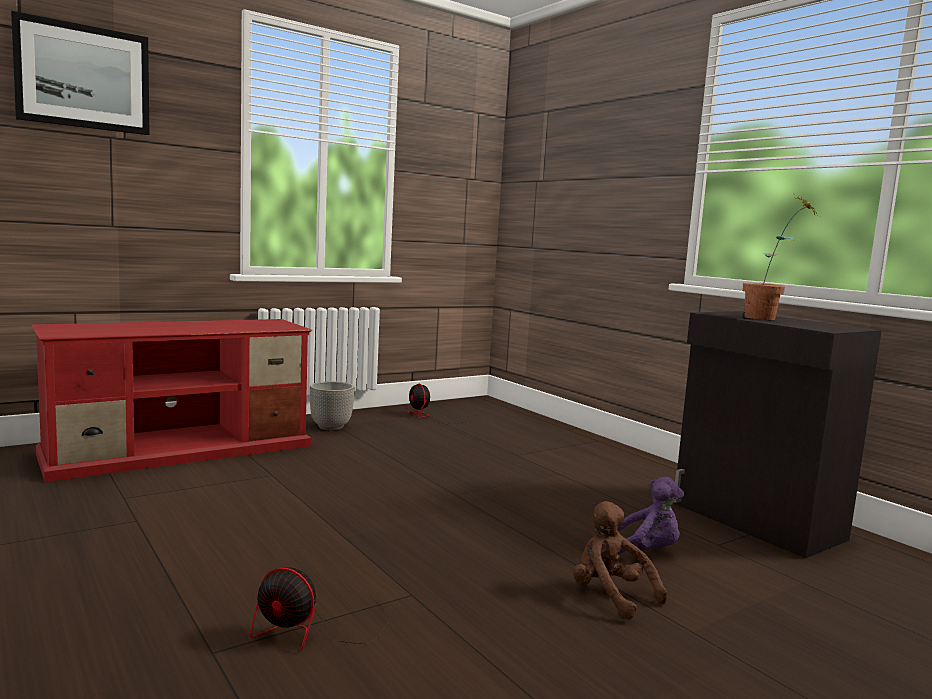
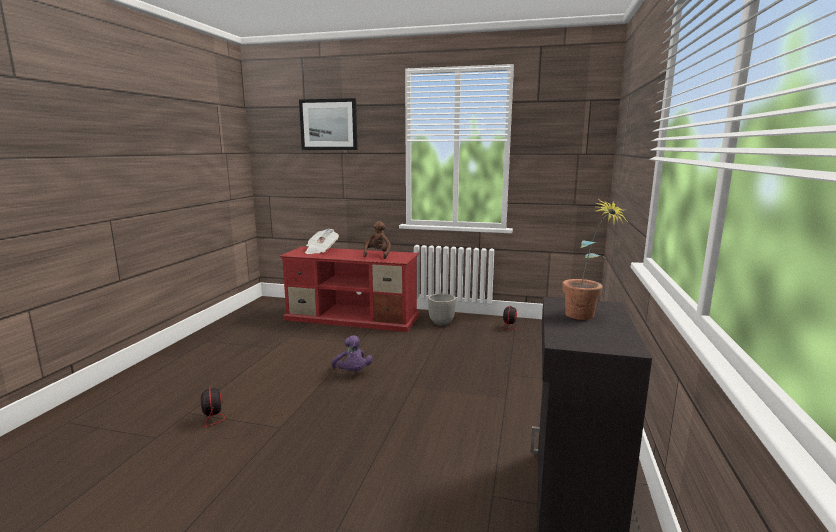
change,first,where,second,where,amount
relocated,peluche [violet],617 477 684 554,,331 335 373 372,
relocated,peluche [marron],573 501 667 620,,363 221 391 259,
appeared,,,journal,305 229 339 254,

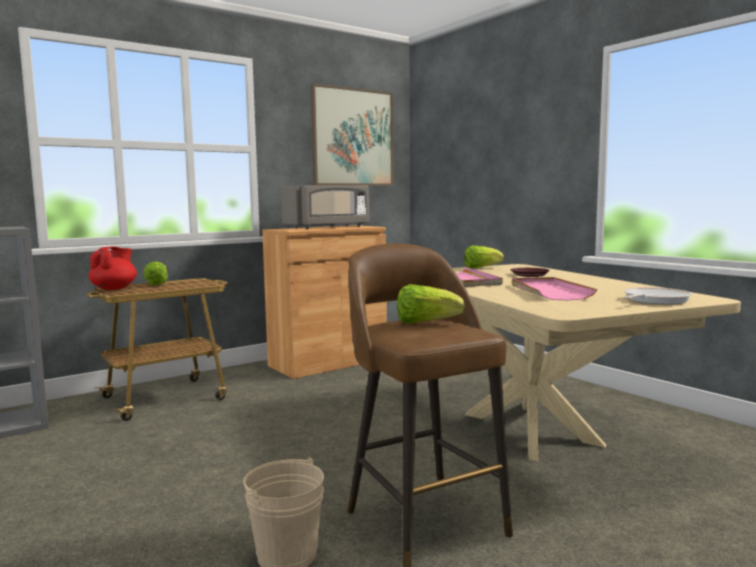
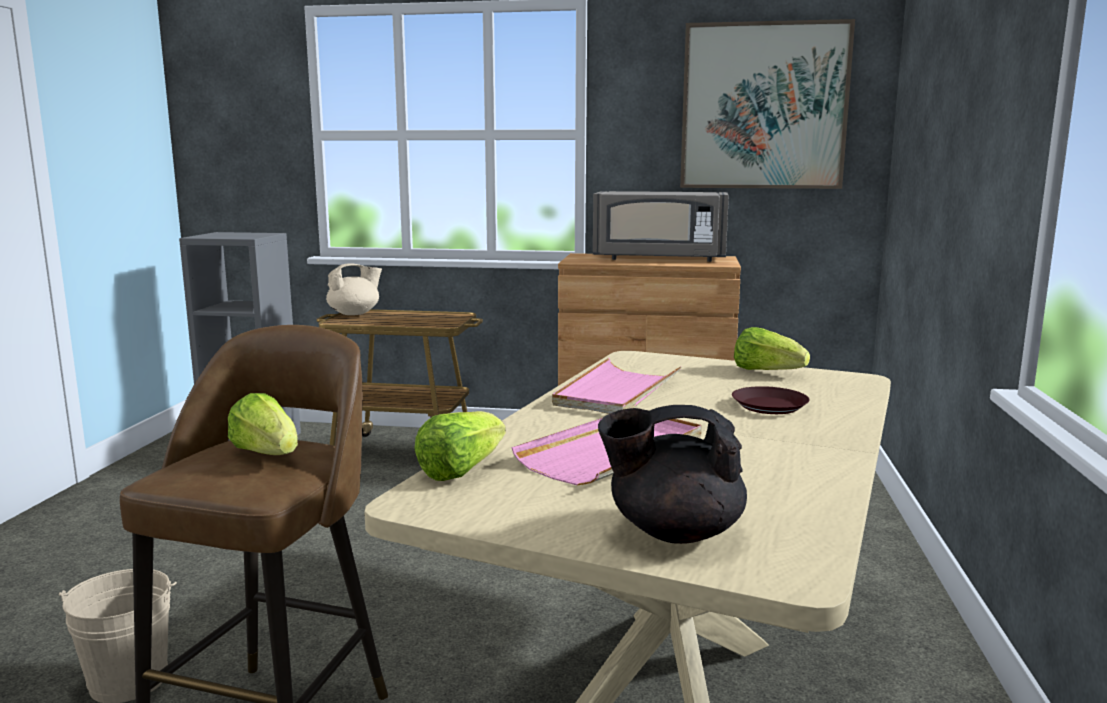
change,first,where,second,where,amount
colour,théière [rouge],89 247 137 290,théière [beige],326 263 382 315,
relocated,laitue,143 261 168 285,,414 411 506 481,
exchanged,poêle,624 287 693 305,théière [noir],598 405 747 544,

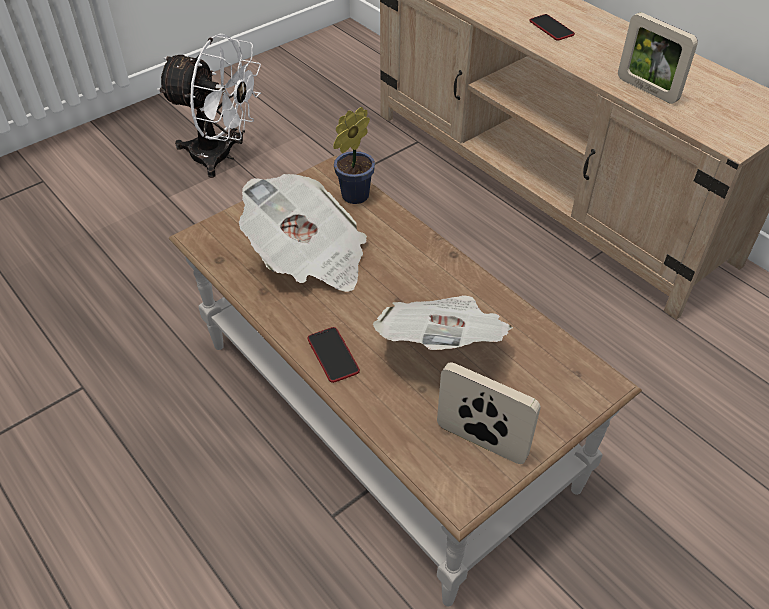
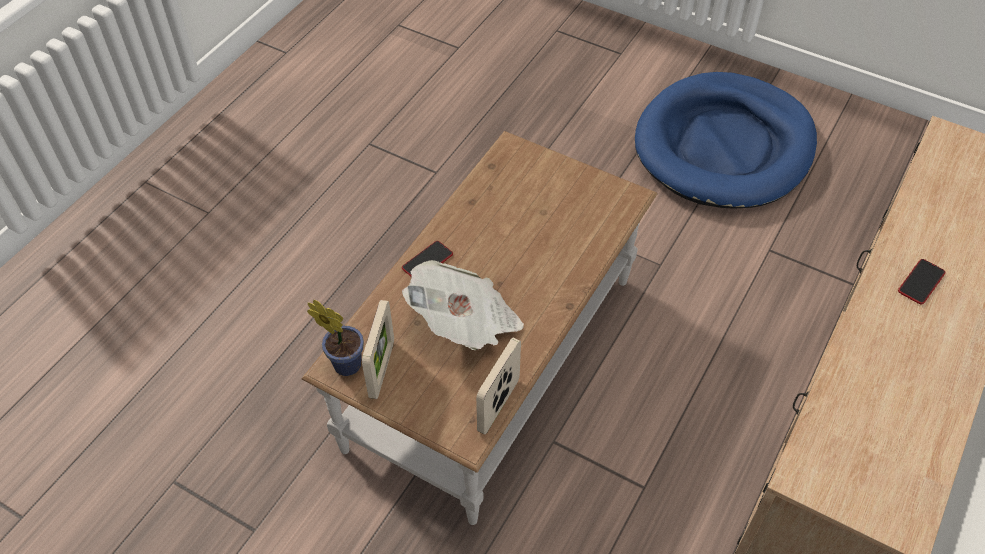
change,first,where,second,where,amount
relocated,cadre photo,618 12 698 104,,476 338 521 434,
exchanged,ventilateur [blanc],157 34 261 178,panier pour chien [bleu],635 72 817 209,
relocated,plante en pot,333 107 375 204,,307 300 364 376,
missing,journal,239 174 367 292,,,

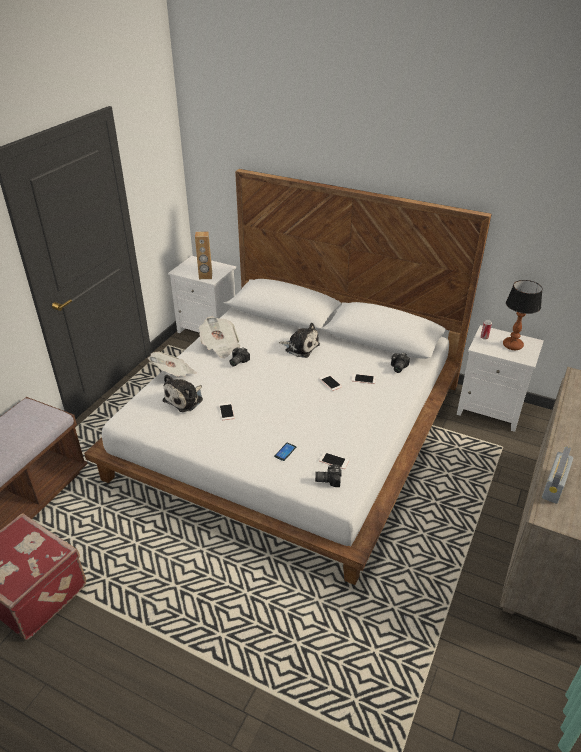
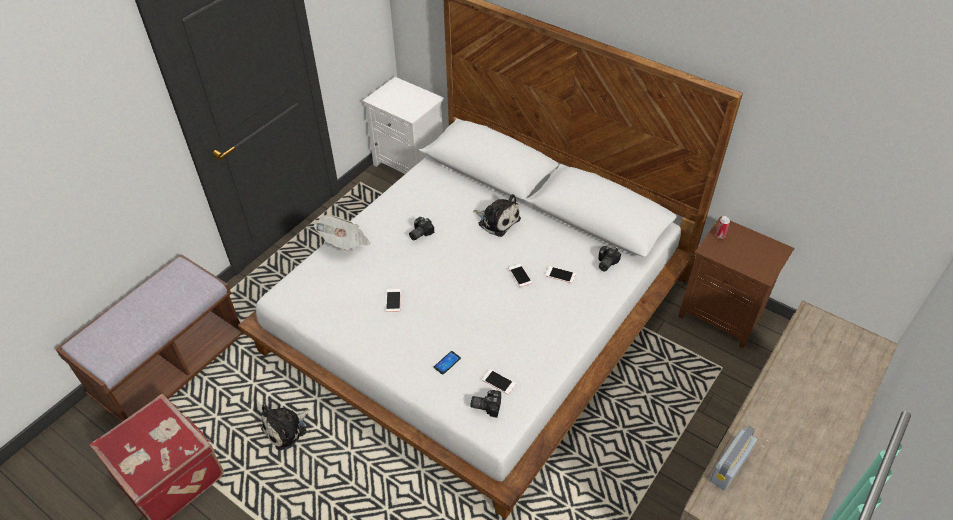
change,first,where,second,where,amount
missing,enceinte [marron],195 231 212 279,,,
missing,lampe de table,503 280 543 350,,,
missing,journal,199 316 240 358,,,
colour,table de chevet [blanc],456 325 544 432,table de chevet [marron],678 216 794 349,
relocated,peluche,163 374 203 412,,261 405 310 450,

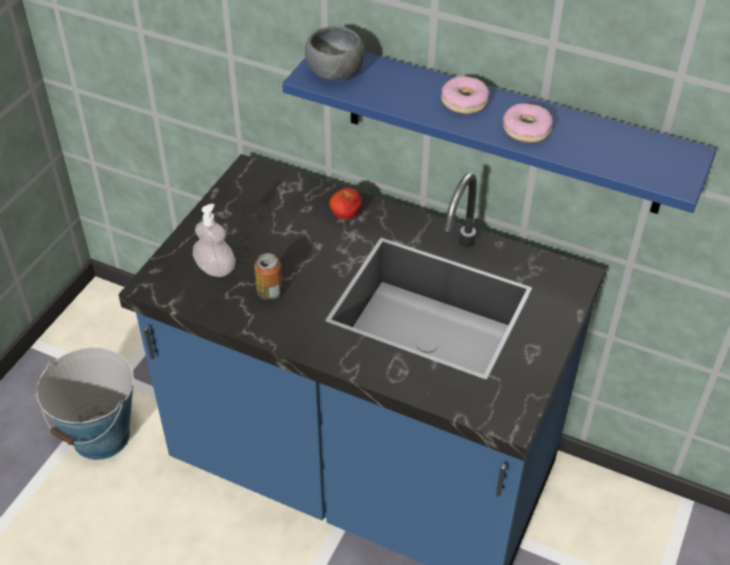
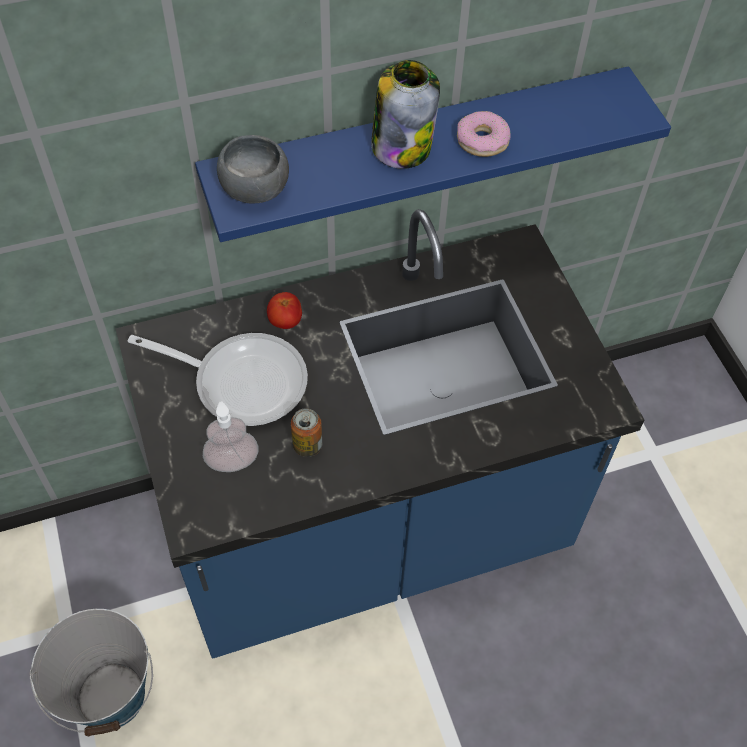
change,first,where,second,where,amount
exchanged,beignet,441 76 489 114,bocal,371 60 440 169,
appeared,,,poêle,128 333 308 426,

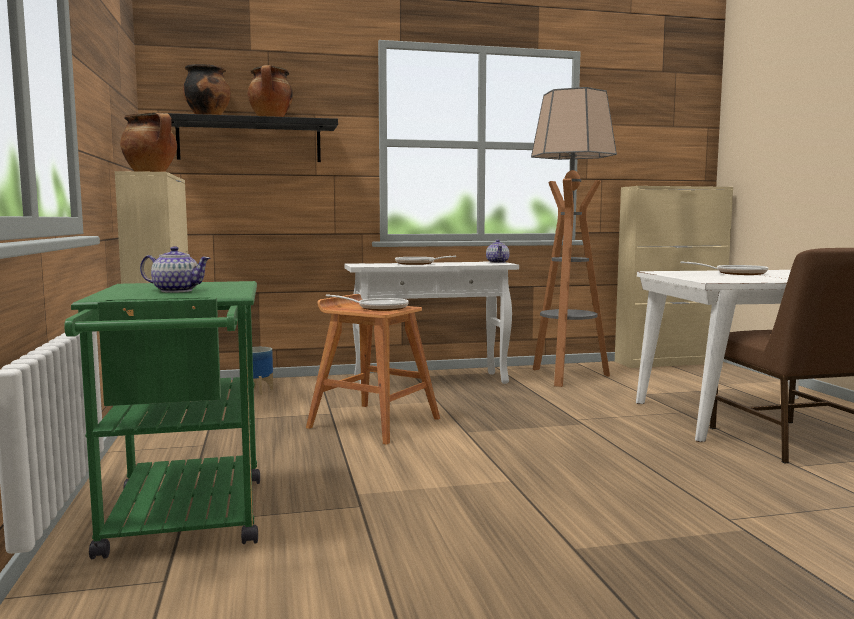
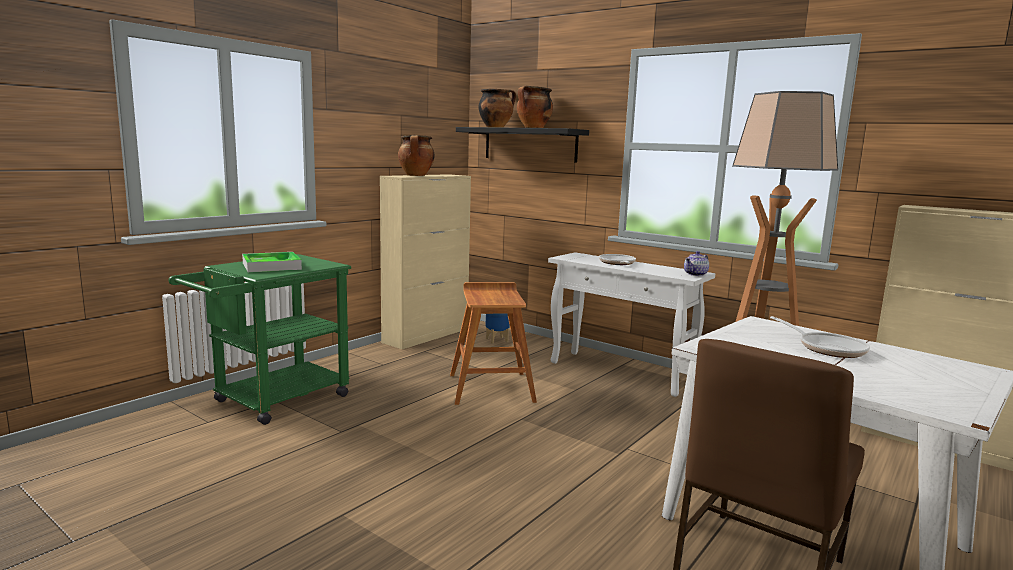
change,first,where,second,where,amount
exchanged,théière,140 246 210 293,plateau,242 252 302 273,
missing,poêle,326 294 409 311,,,

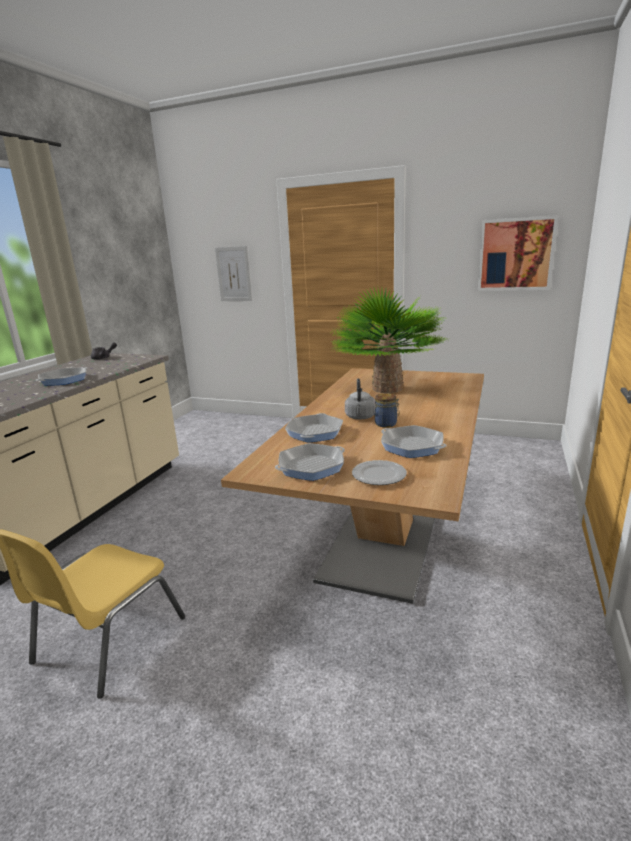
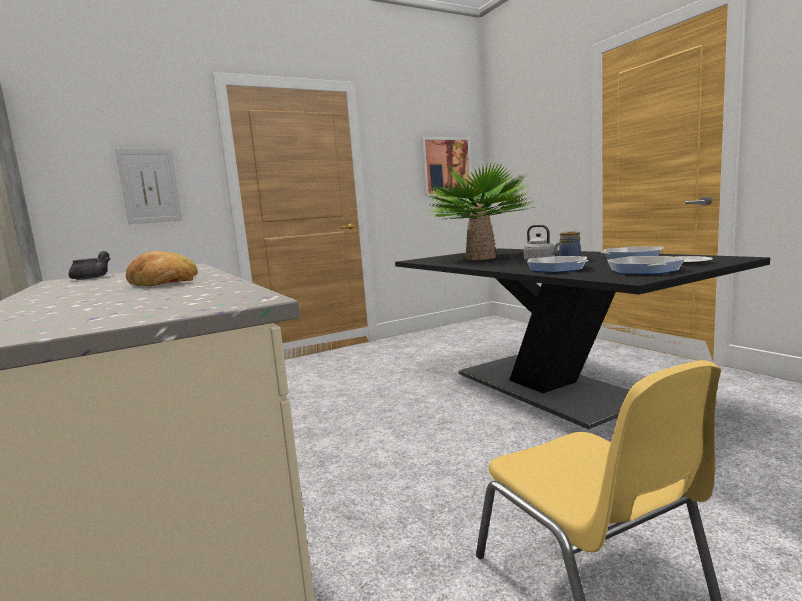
change,first,where,second,where,amount
exchanged,poêle,36 367 88 386,pain,126 251 198 286,
colour,table à manger [beige],221 368 484 604,table à manger [noir],395 248 770 429,

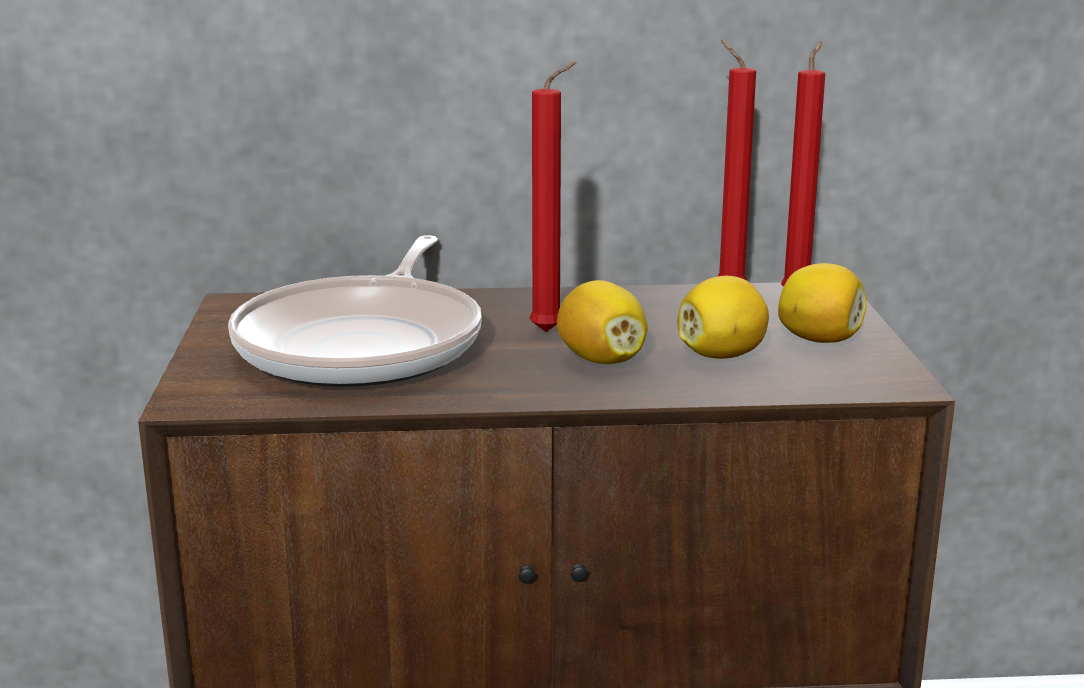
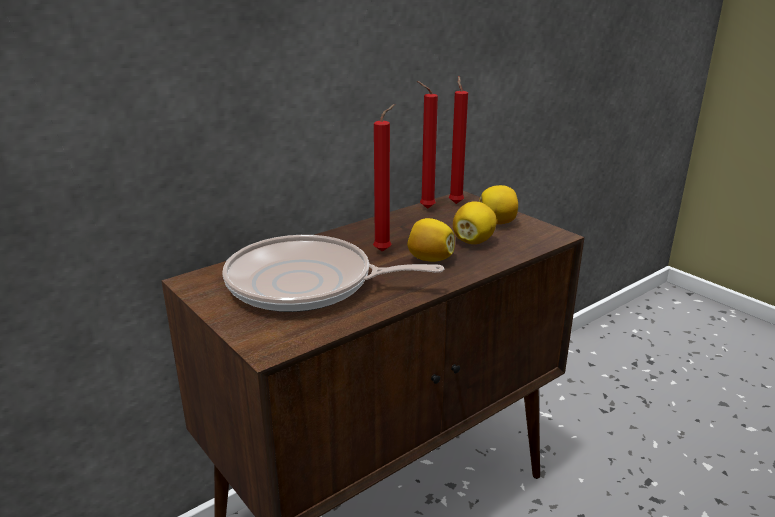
change,first,where,second,where,amount
spun,poêle,228 235 482 387,,222 235 444 312,120 degrees clockwise

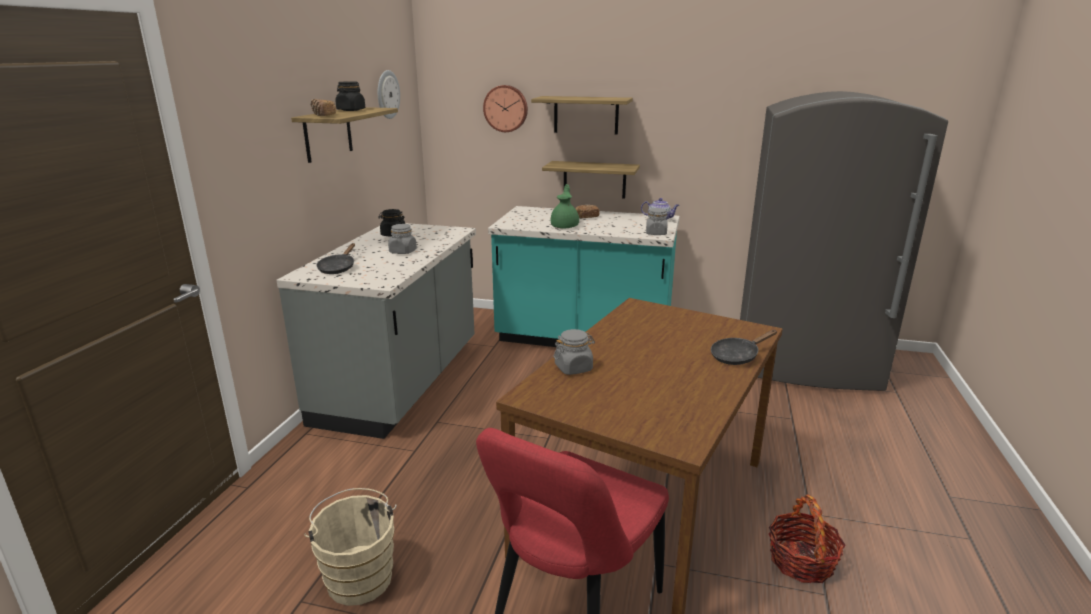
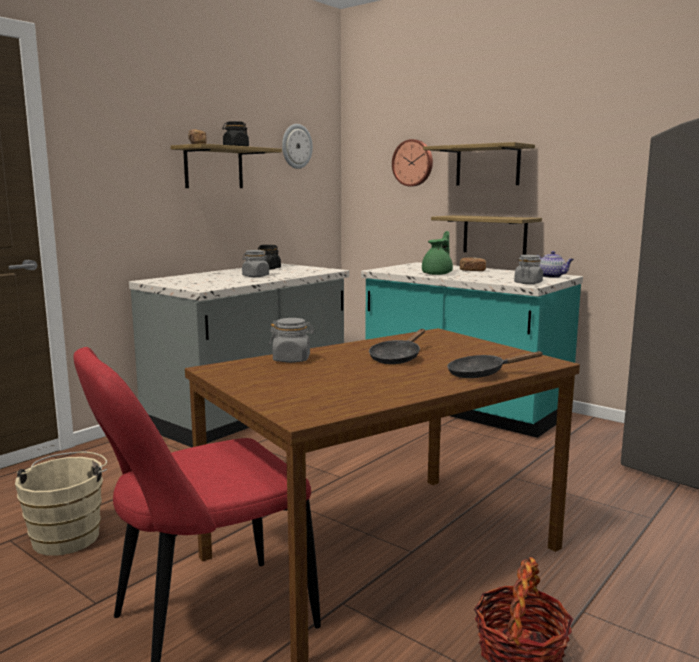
change,first,where,second,where,amount
relocated,poêle [noir],316 243 355 274,,369 329 425 364,

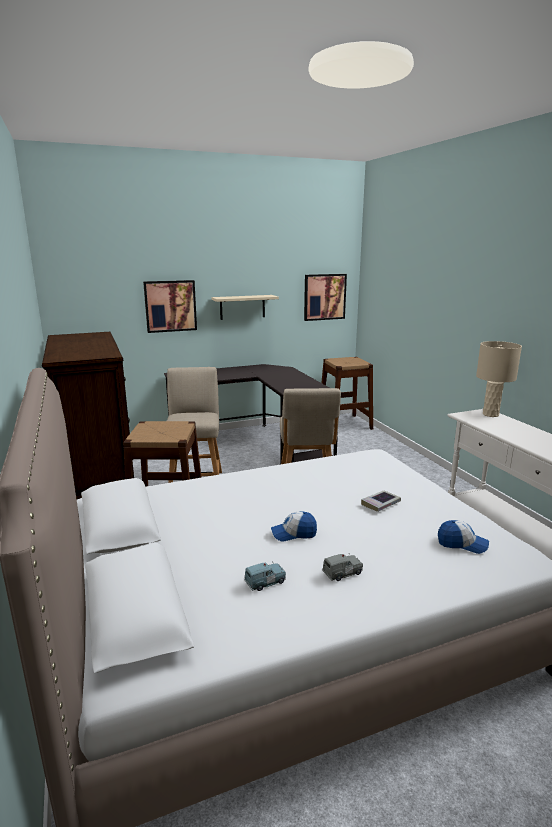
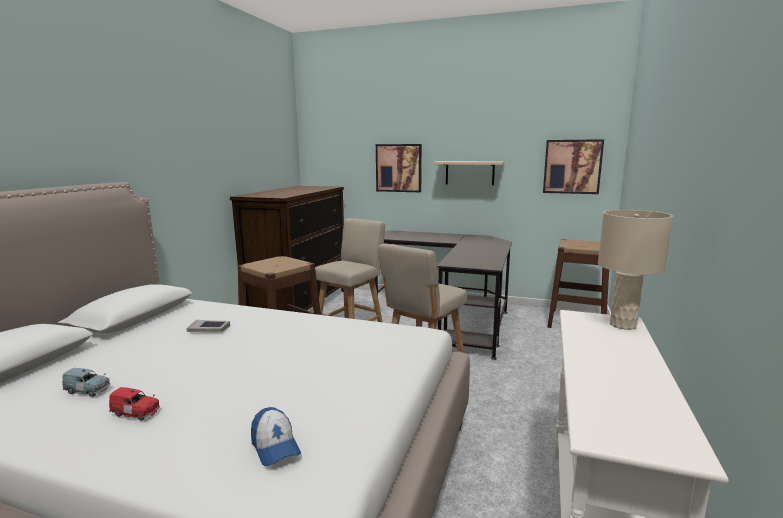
change,first,where,second,where,amount
relocated,livre,361 491 401 512,,187 320 230 332,
missing,casquette,271 511 317 542,,,
colour,petite voiture [gris],322 553 363 581,petite voiture [rouge],109 387 160 421,

